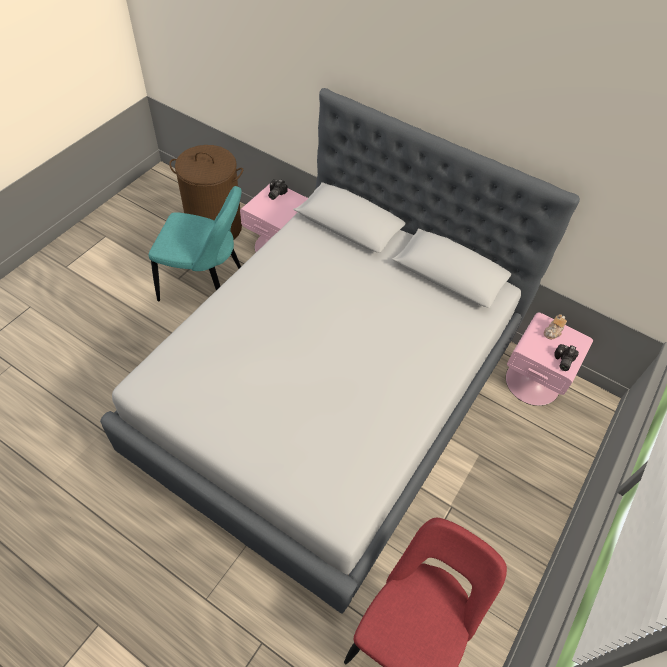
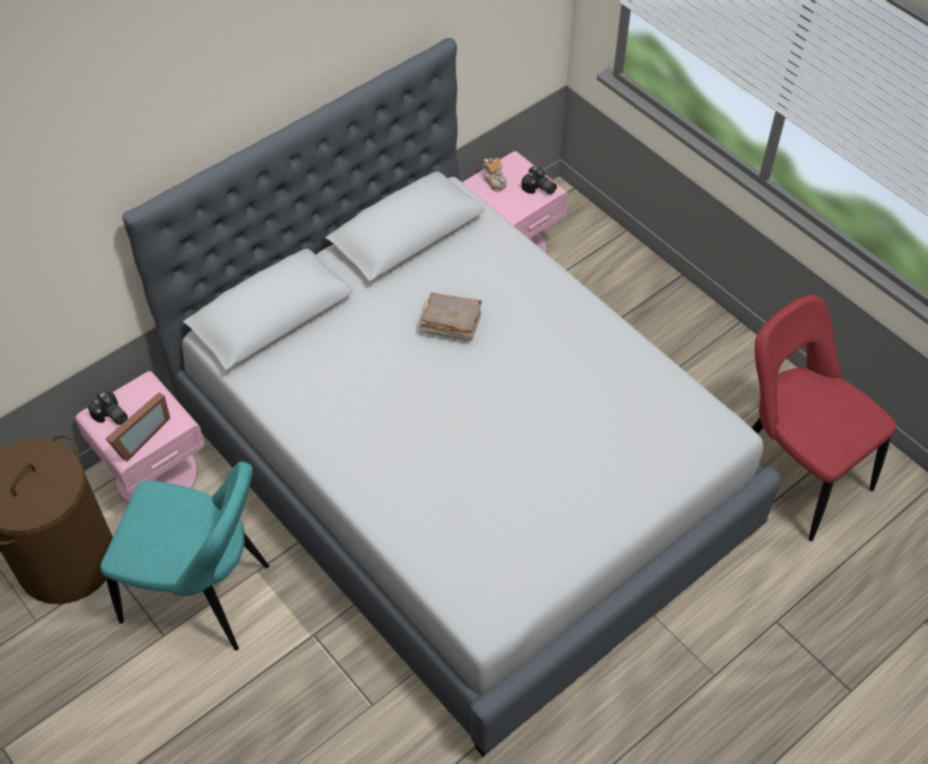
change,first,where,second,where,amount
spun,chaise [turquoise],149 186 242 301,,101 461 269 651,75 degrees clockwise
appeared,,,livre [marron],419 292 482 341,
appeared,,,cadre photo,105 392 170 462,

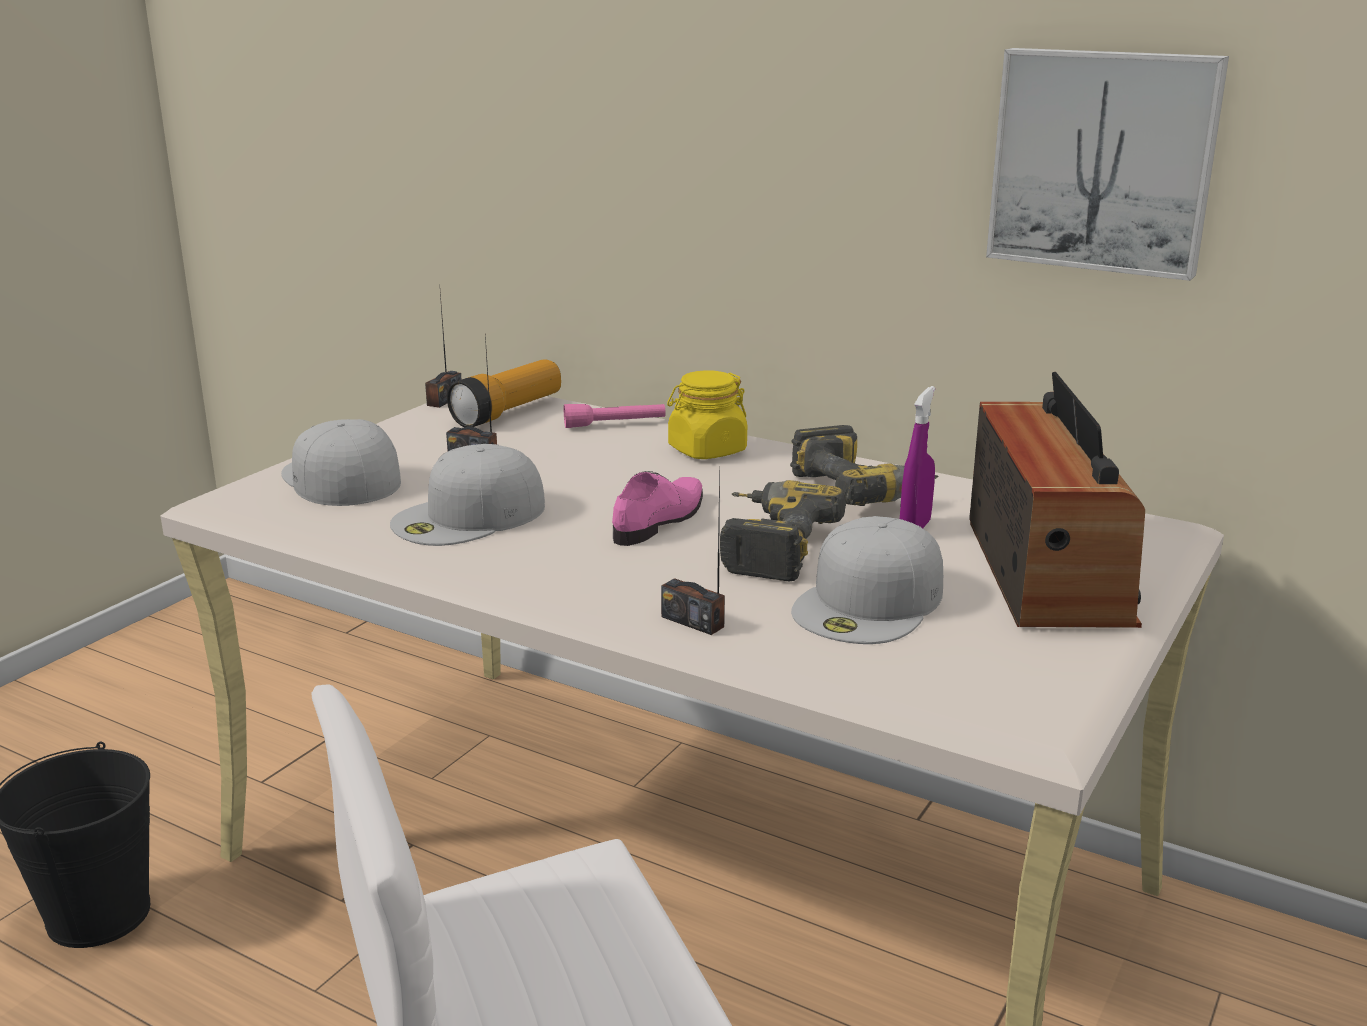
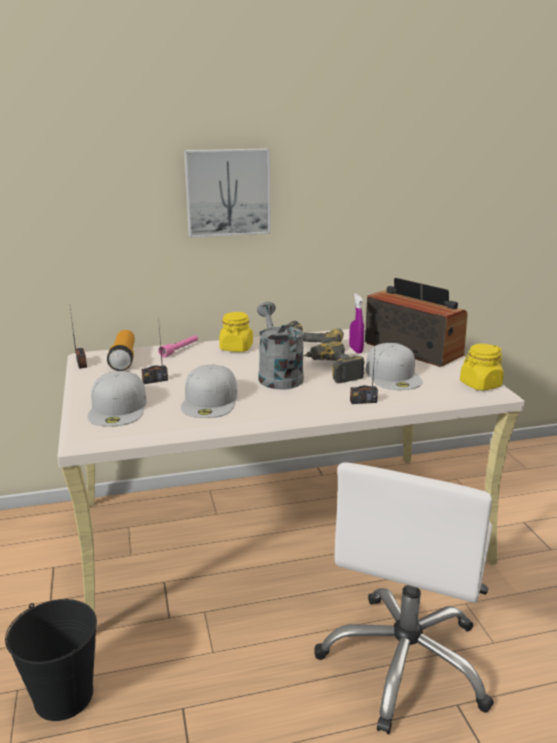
change,first,where,second,where,amount
relocated,tableau,986 48 1229 281,,184 148 270 238,
spun,casquette [blanc],281 419 401 506,,87 371 147 427,105 degrees counterclockwise
exchanged,chaussure [rose],612 471 703 546,arrosoir [gris],257 302 304 390,
appeared,,,bocal [jaune],460 344 504 391,

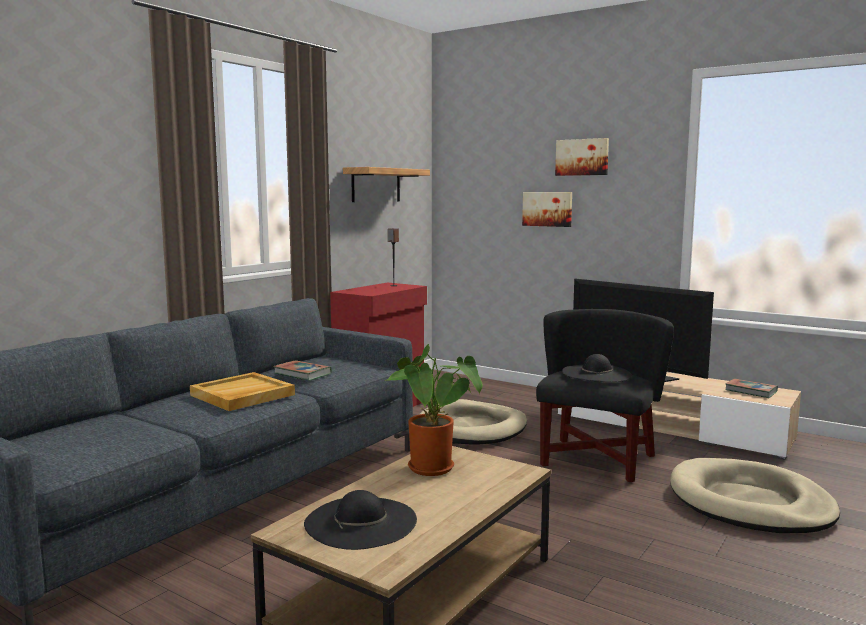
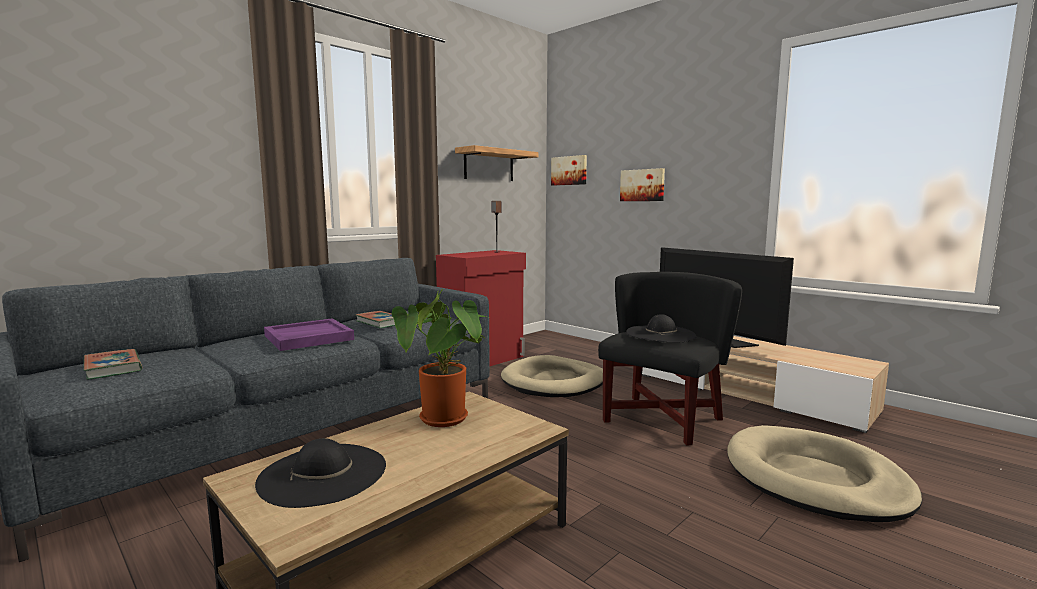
change,first,where,second,where,amount
relocated,tableau,555 138 609 176,,551 155 587 186,
colour,plateau [beige],190 372 295 411,plateau [violet],264 318 354 351,
relocated,livre,725 379 778 398,,84 349 142 380,

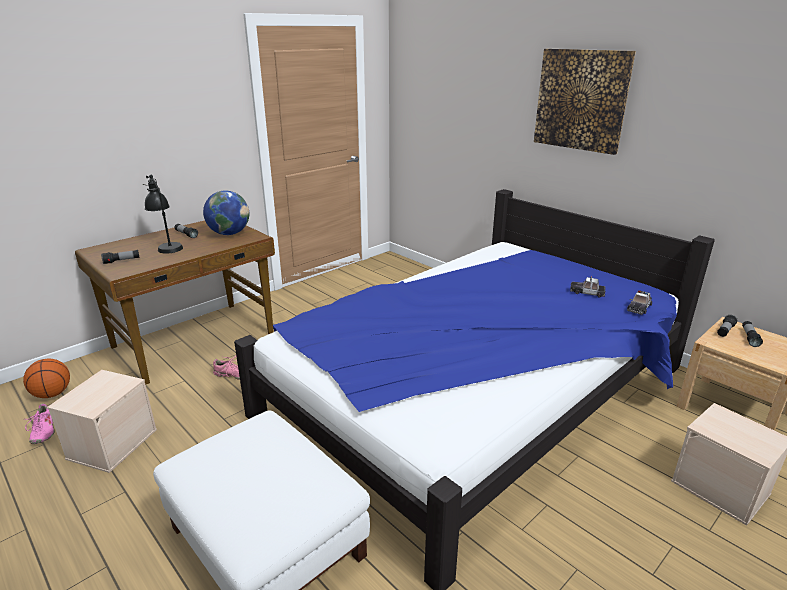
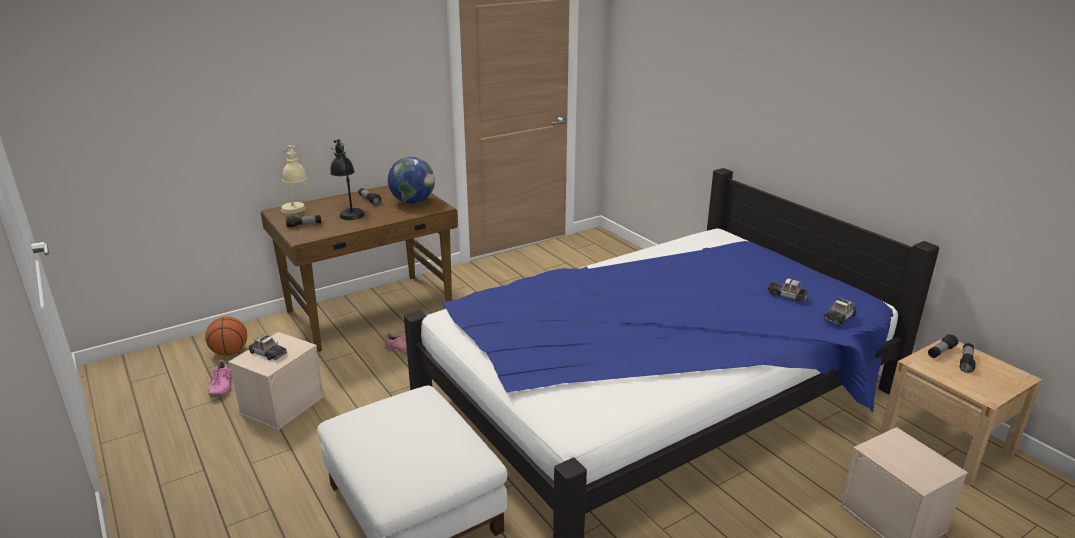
change,first,where,second,where,amount
missing,tableau,534 49 636 155,,,
appeared,,,lampe de table [beige],281 145 308 214,
appeared,,,petite voiture,249 335 287 360,

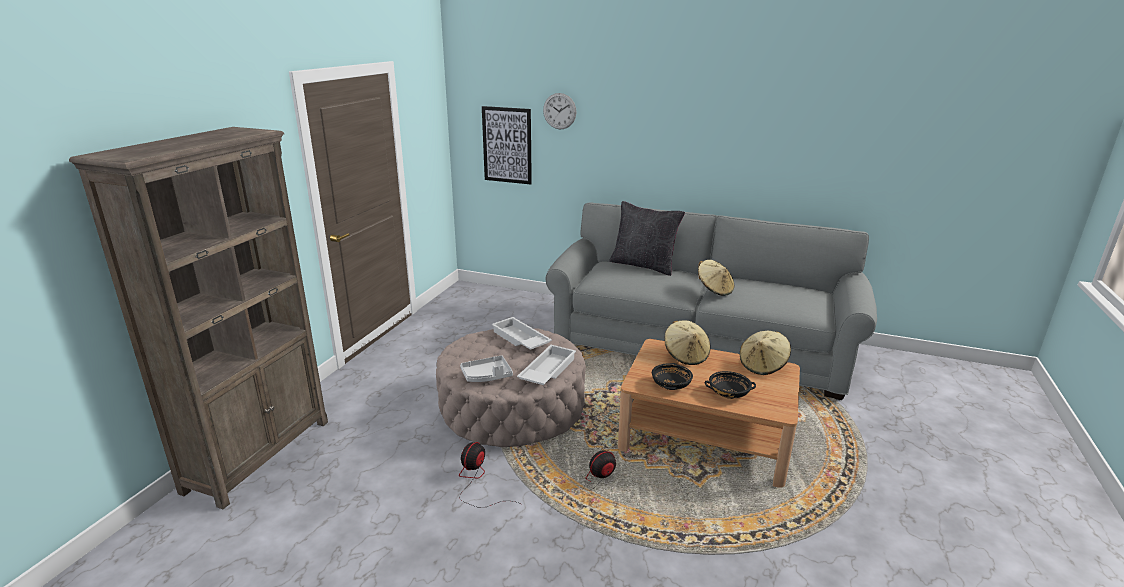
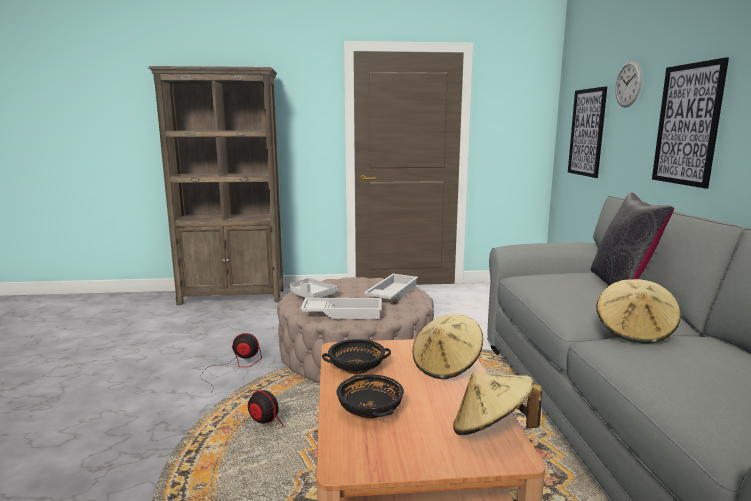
change,first,where,second,where,amount
appeared,,,tableau,652 57 729 188,

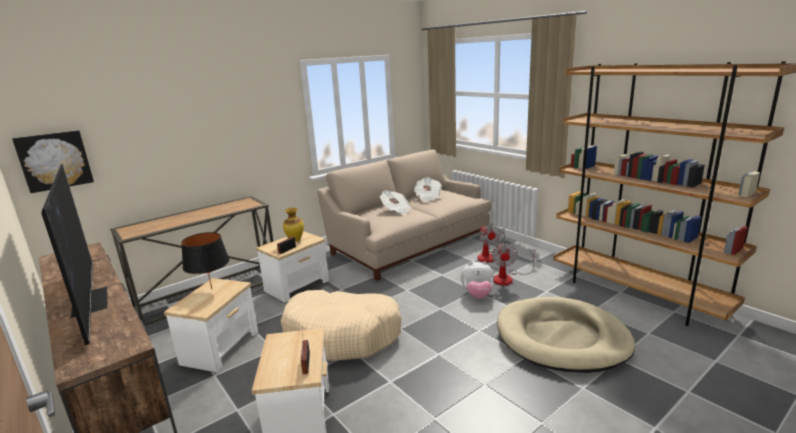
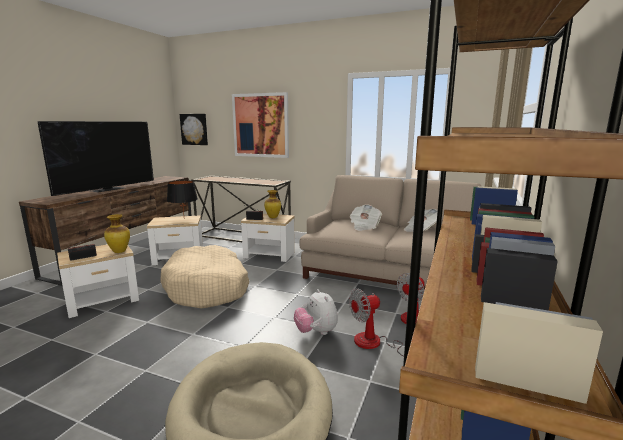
change,first,where,second,where,amount
appeared,,,tableau,232 92 289 158,
appeared,,,vase,104 214 130 253,

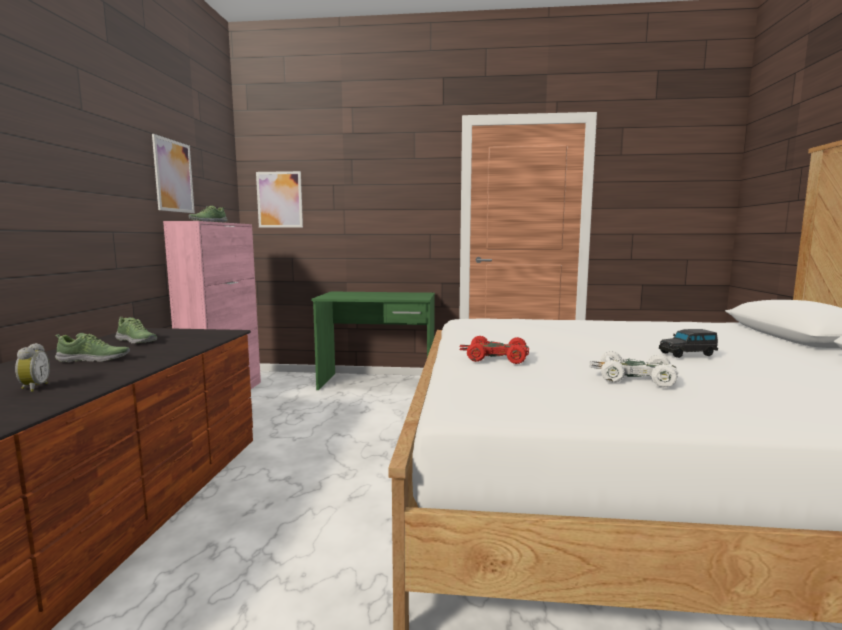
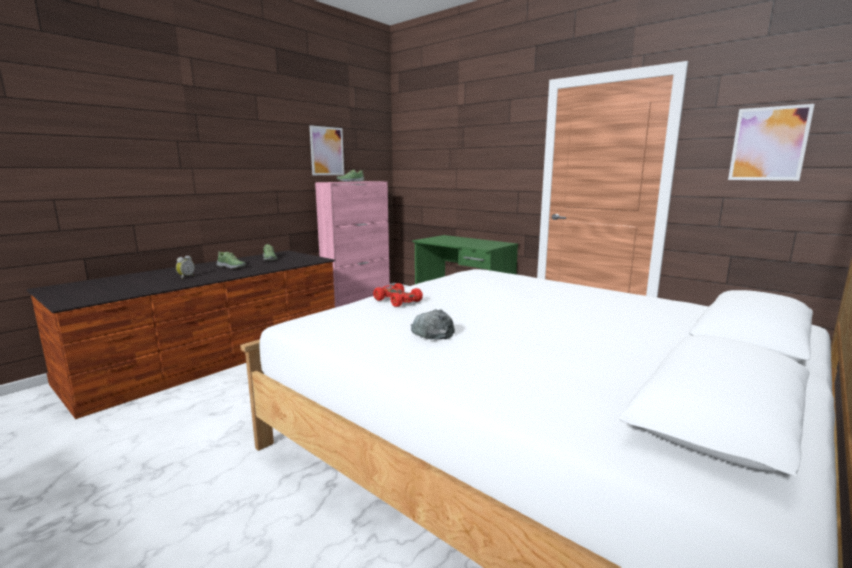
change,first,where,second,where,amount
relocated,tableau,256 171 303 228,,728 104 815 181,
missing,petite voiture [noir],659 329 718 358,,,
exchanged,petite voiture [blanc],589 351 678 387,casquette [gris],411 309 455 339,

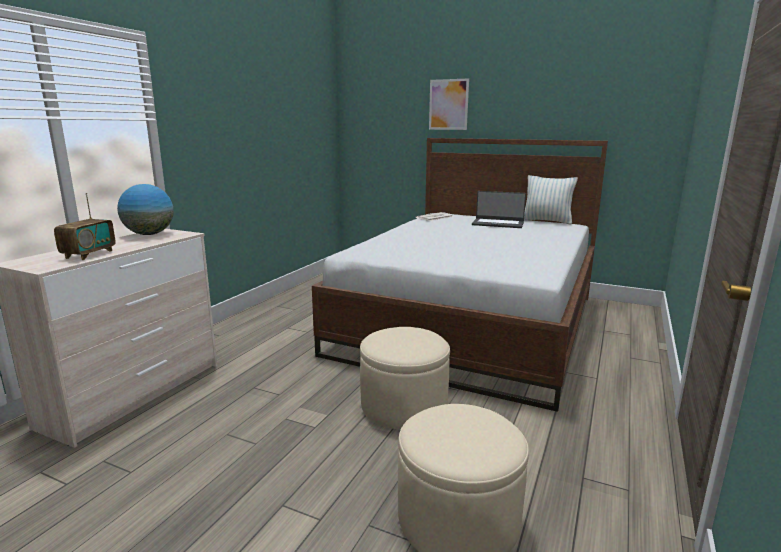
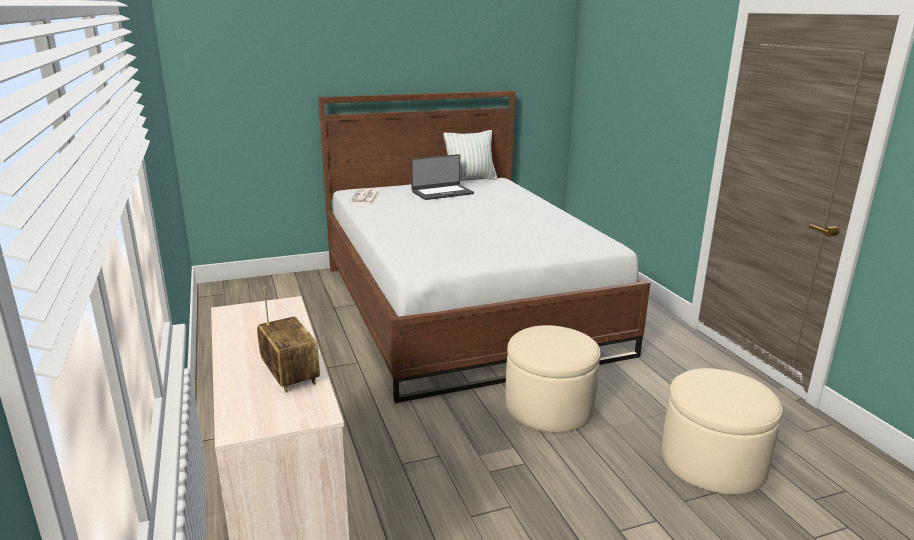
change,first,where,second,where,amount
missing,tableau,429 78 469 130,,,
missing,globe,117 184 174 235,,,

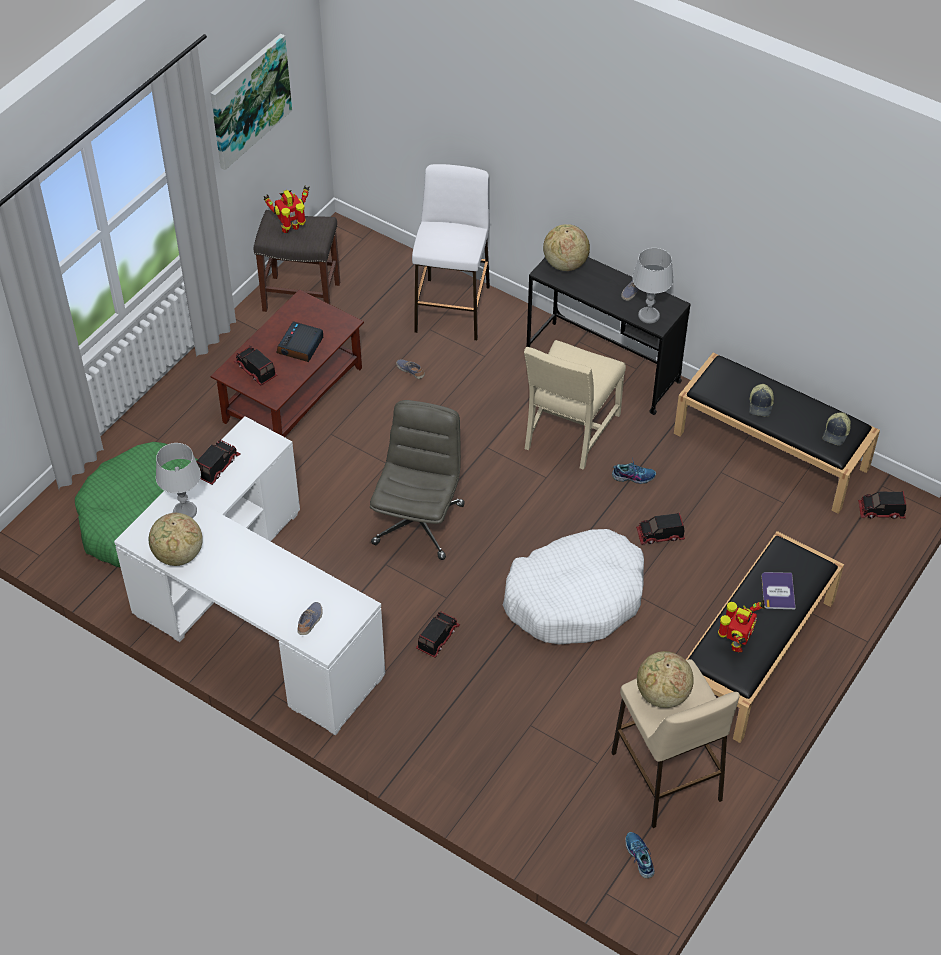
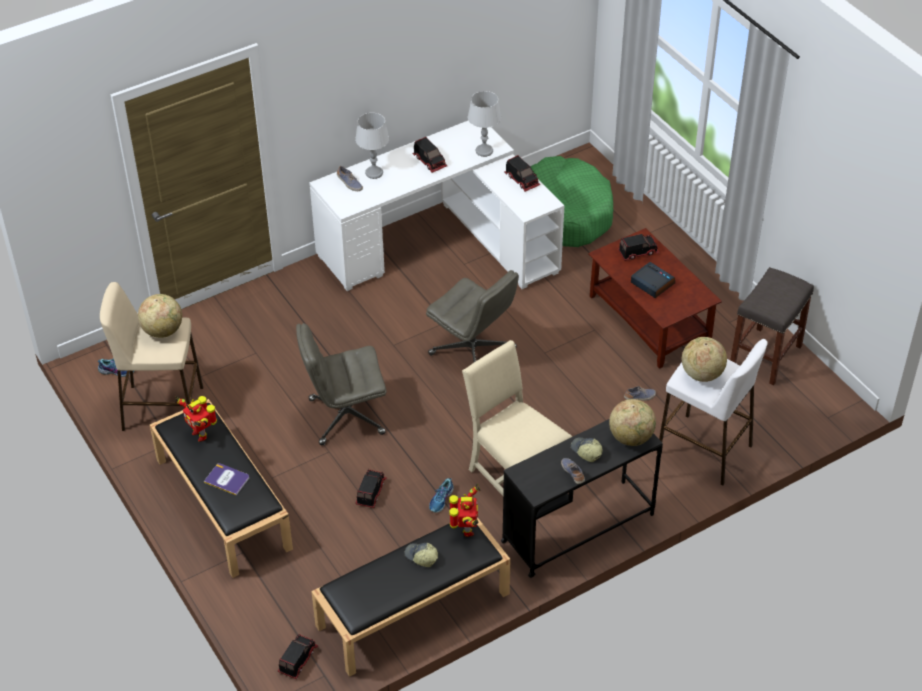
change,first,where,second,where,amount
missing,tableau,210 34 292 170,,,
relocated,robot jouet,263 186 309 233,,449 484 480 537,
relocated,lampe de table [gris],633 248 674 324,,355 113 389 179,
relocated,casquette,822 413 851 446,,571 437 603 462,
relocated,globe,149 513 203 566,,682 337 727 382,
exchanged,panier pour chien [blanc],503 529 644 645,chaise de bureau [gris],296 323 387 445,
relocated,camion jouet,416 611 460 658,,412 137 447 173,

